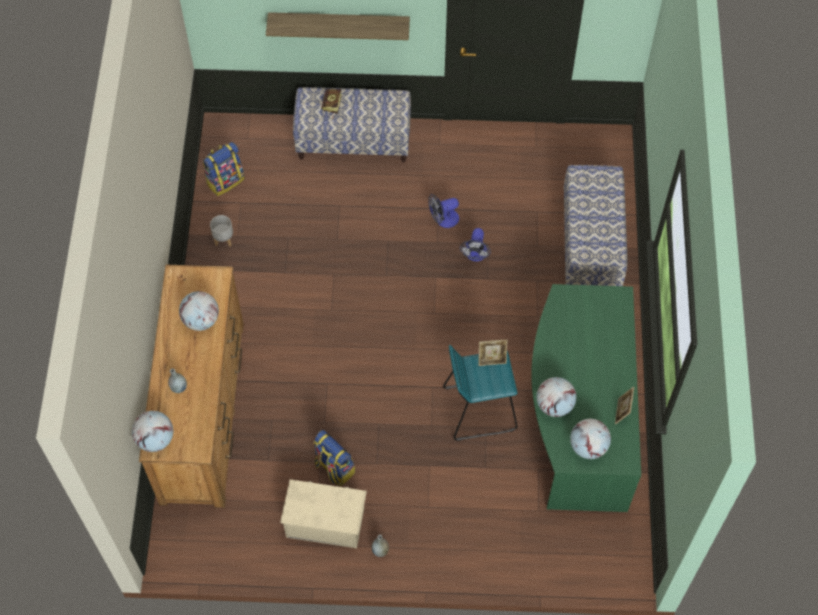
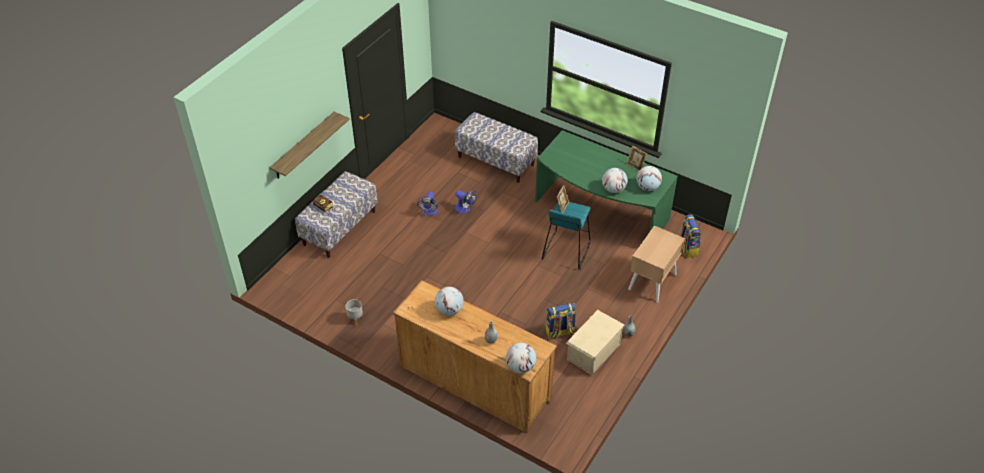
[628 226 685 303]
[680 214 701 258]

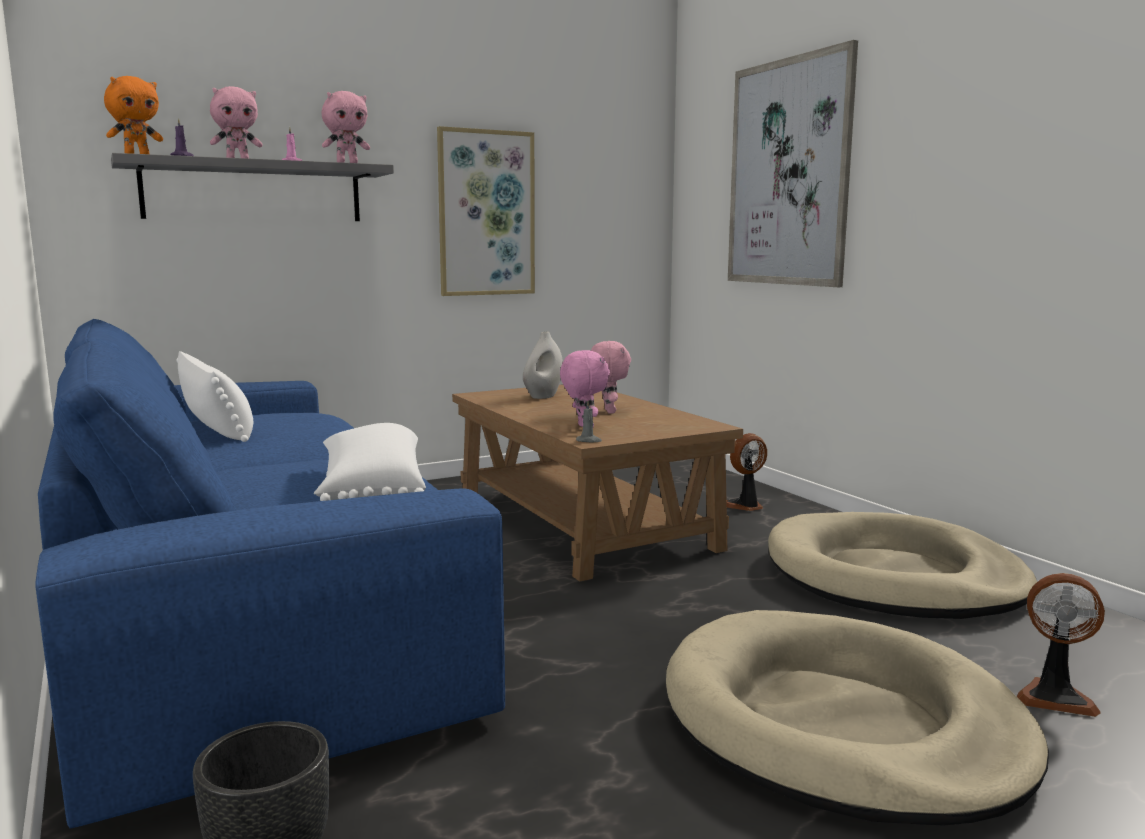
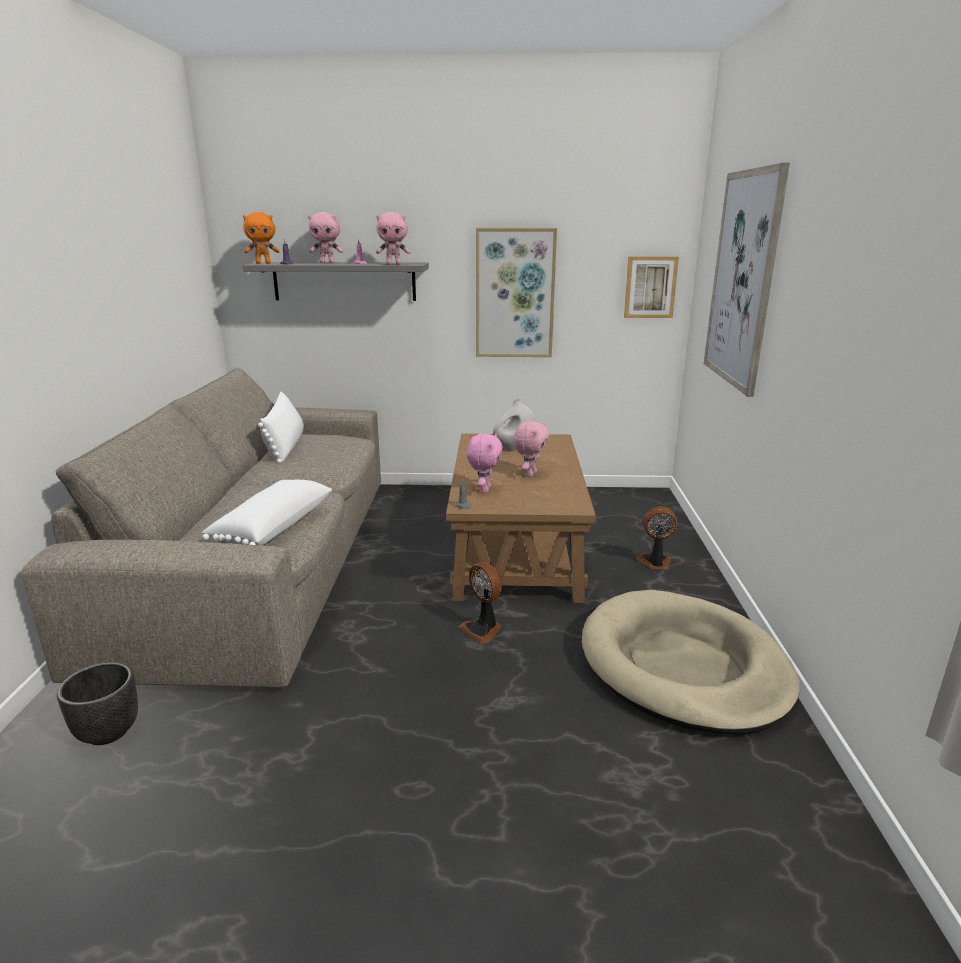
[666 610 1049 826] (first image)
[624 257 679 318]
[459 562 502 644]
[21 368 381 687]

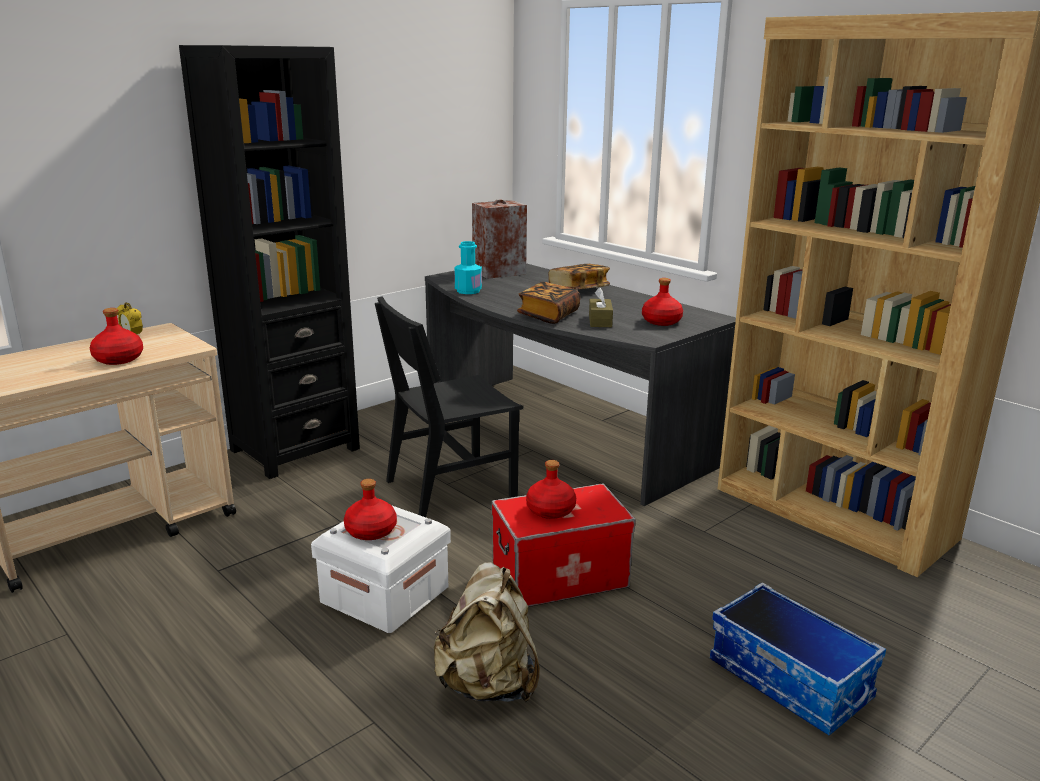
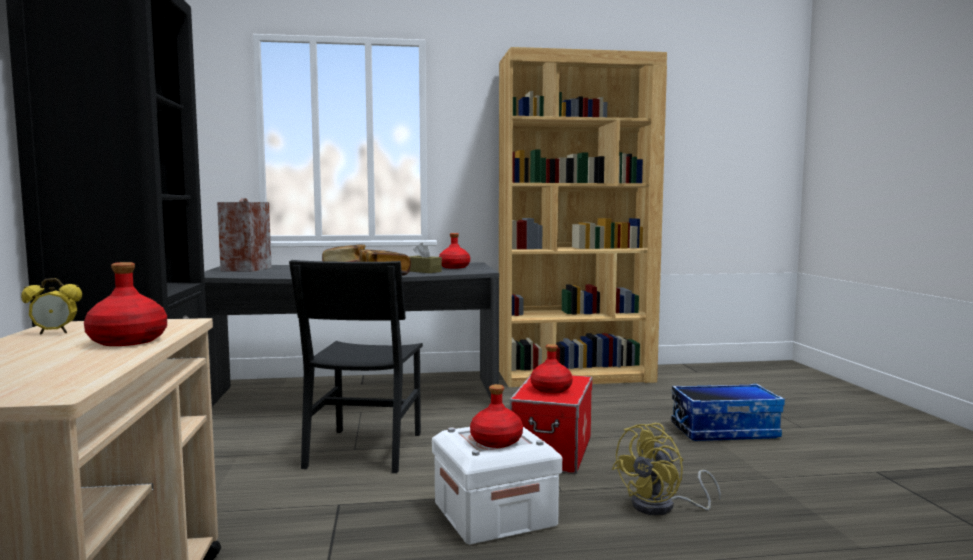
[454 241 482 294] (first image)
[612 423 721 516]

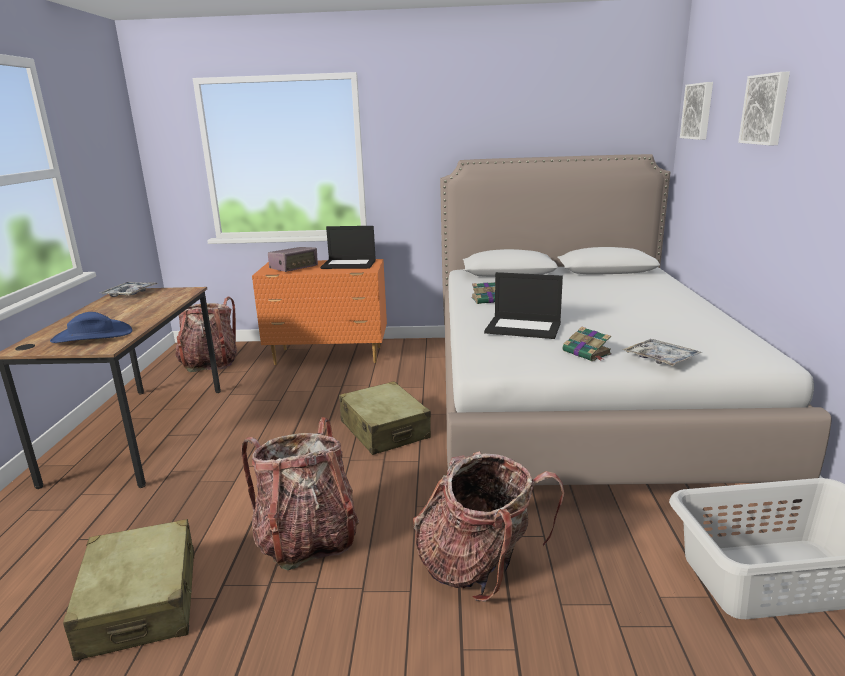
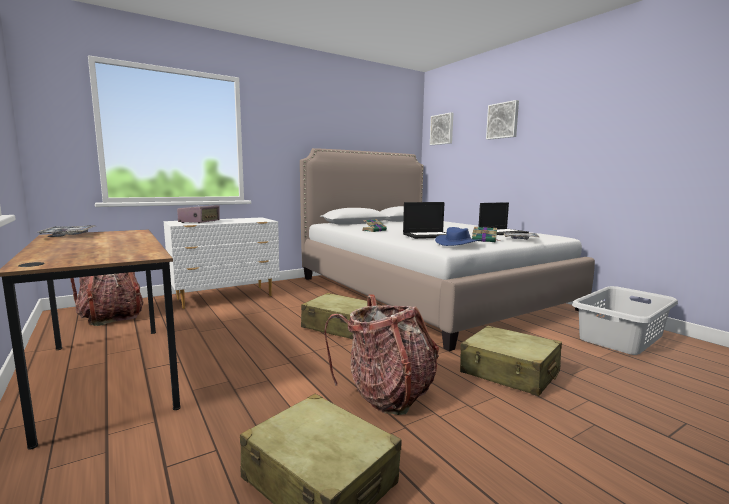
[435 227 482 246]
[479 202 529 235]
[460 326 562 396]
[164 217 280 309]

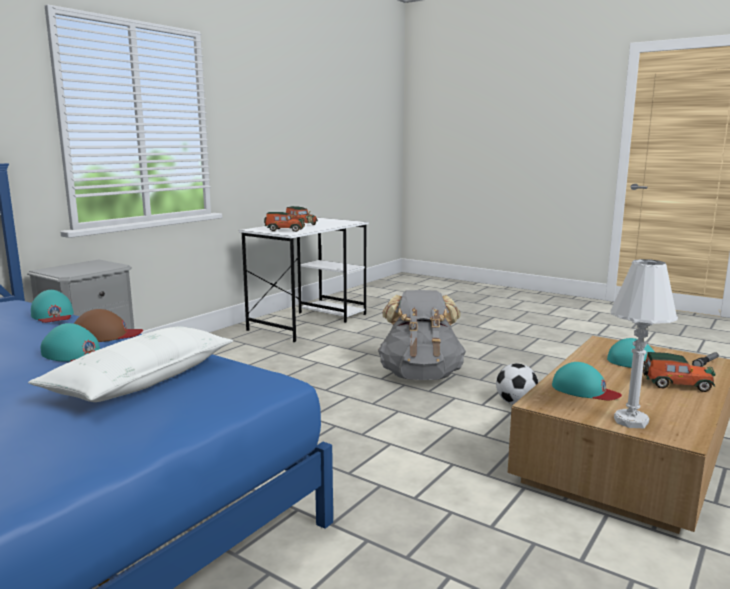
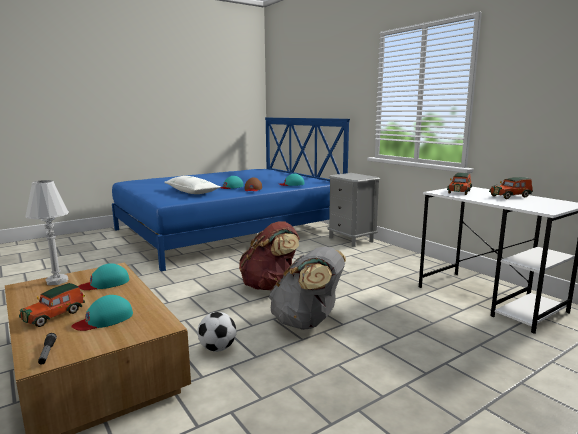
[239 221 300 290]

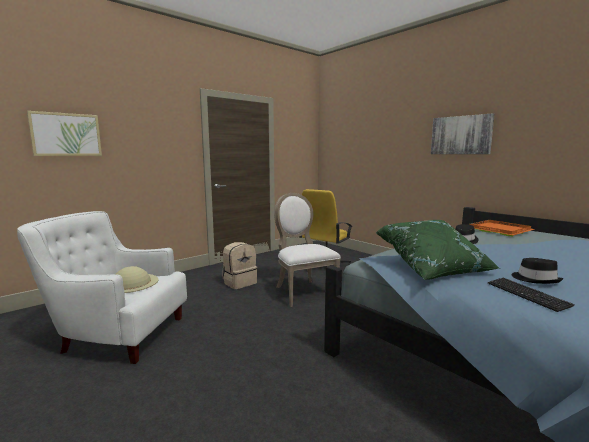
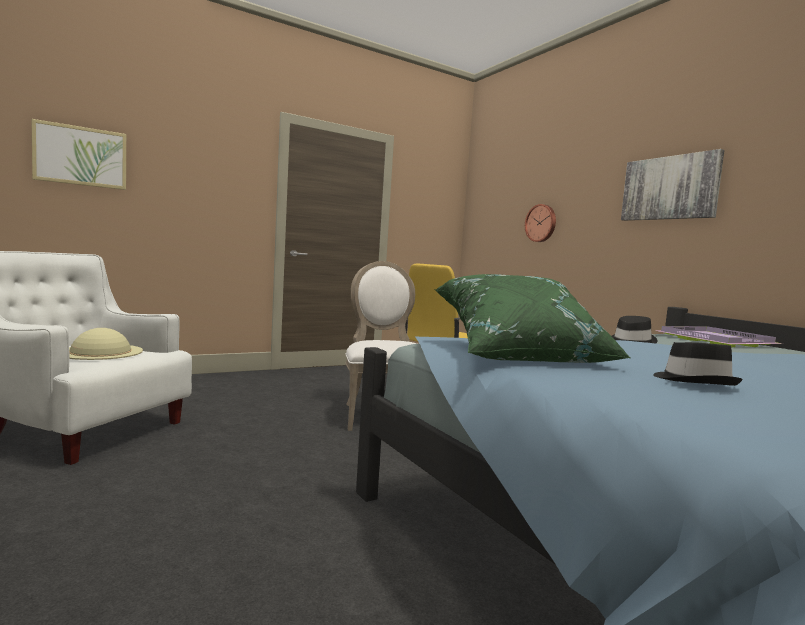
[222 242 257 289] (first image)
[488 278 574 312] (first image)
[525 204 556 242]
[654 326 783 348]

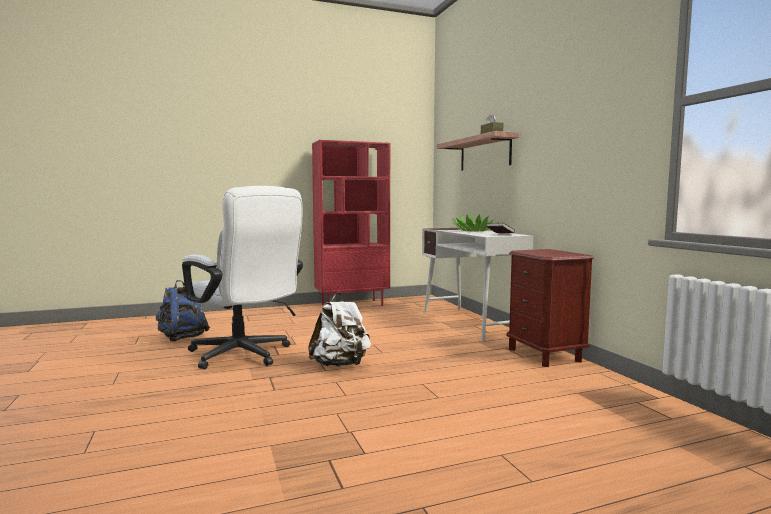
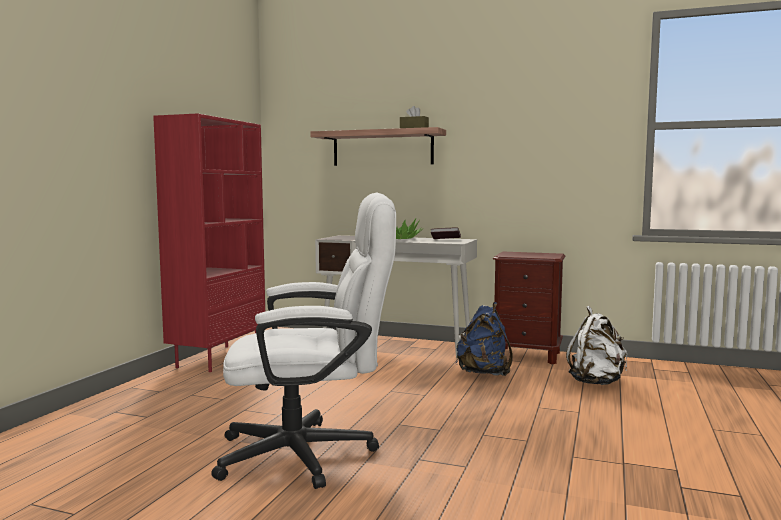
[456 302 513 376]
[566 306 627 385]

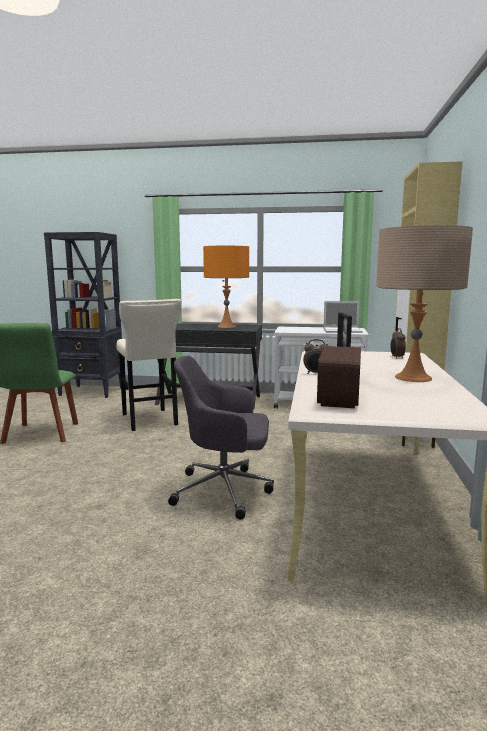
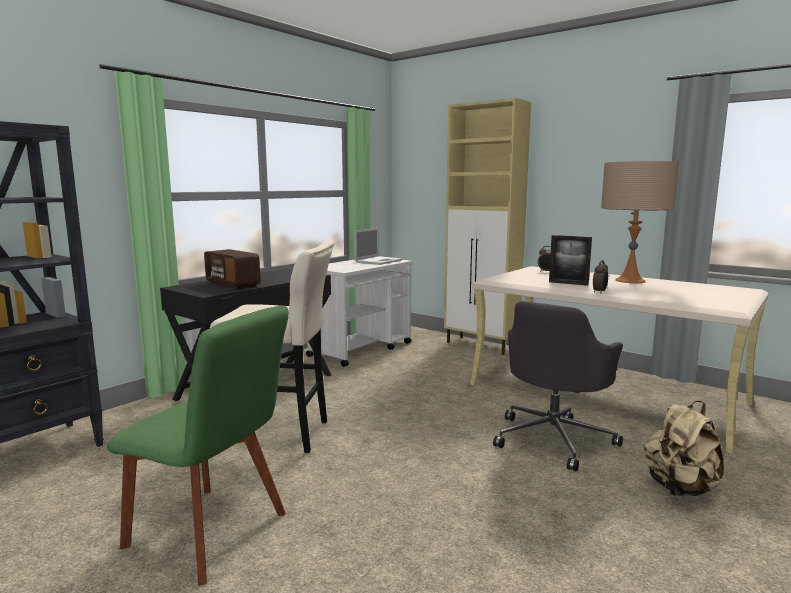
[203 246 249 328] (first image)
[644 401 724 497]
[204 249 261 289]

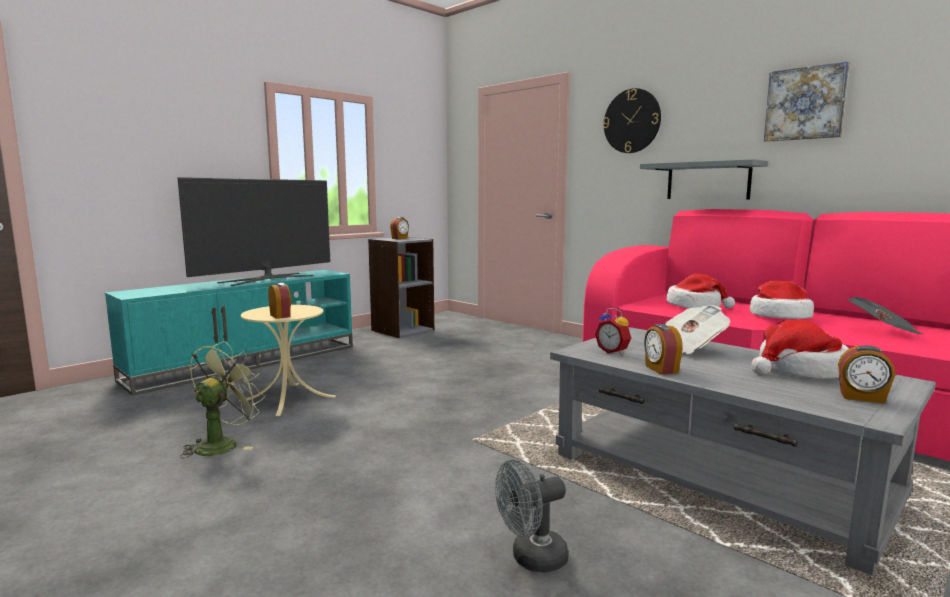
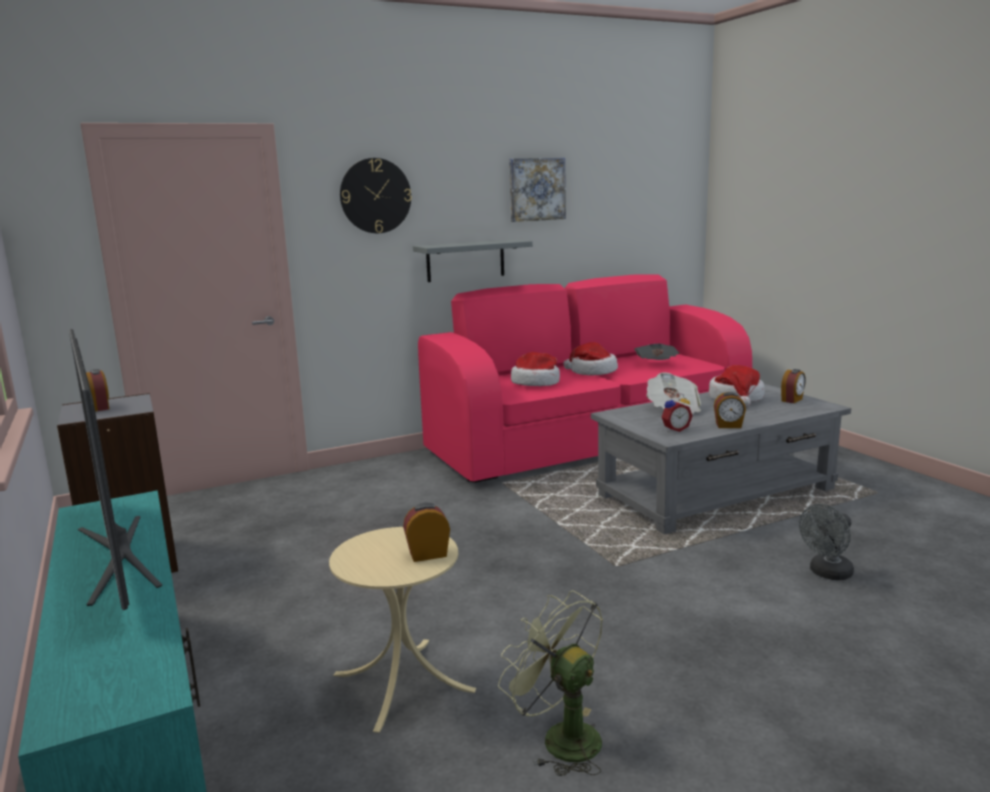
[799 504 854 580]

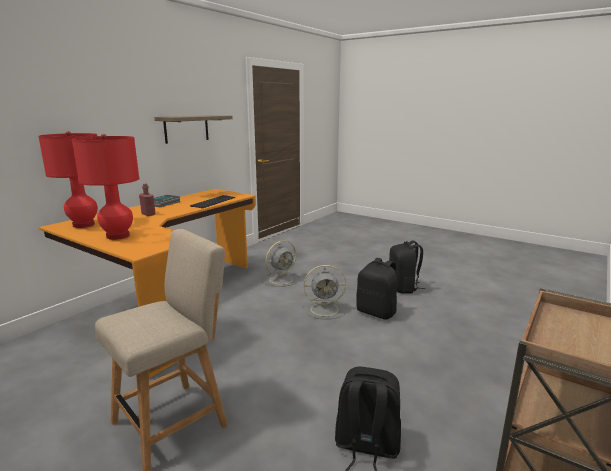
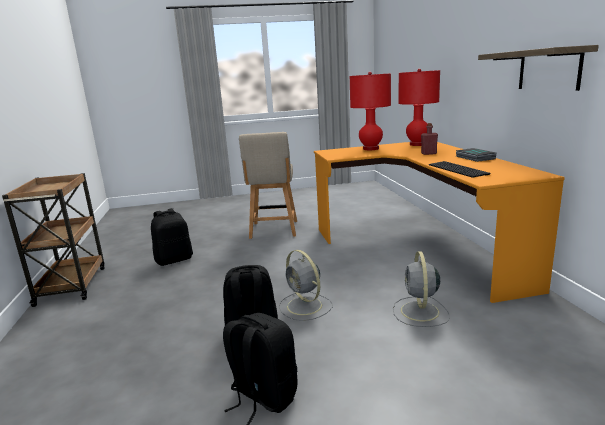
[279 250 333 321]

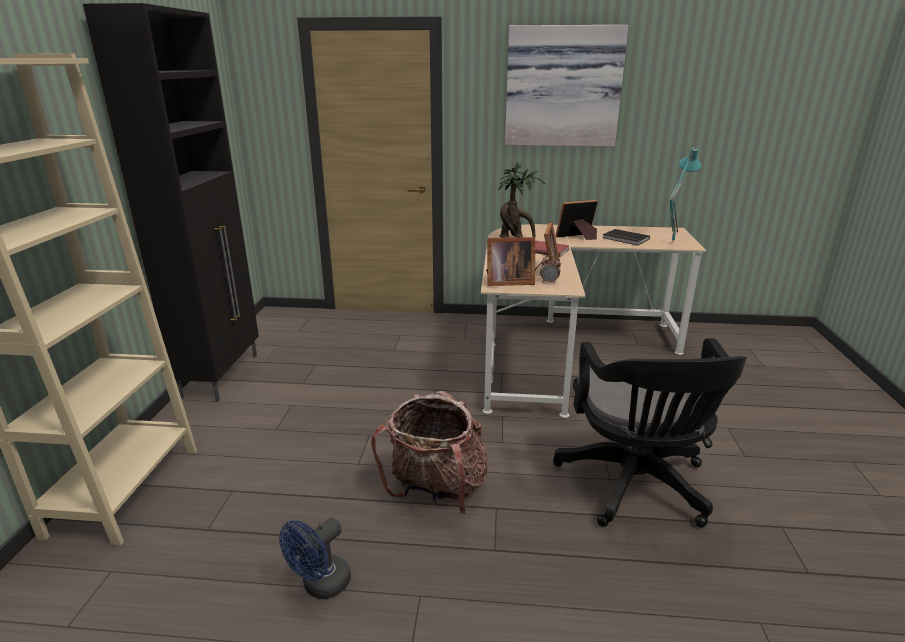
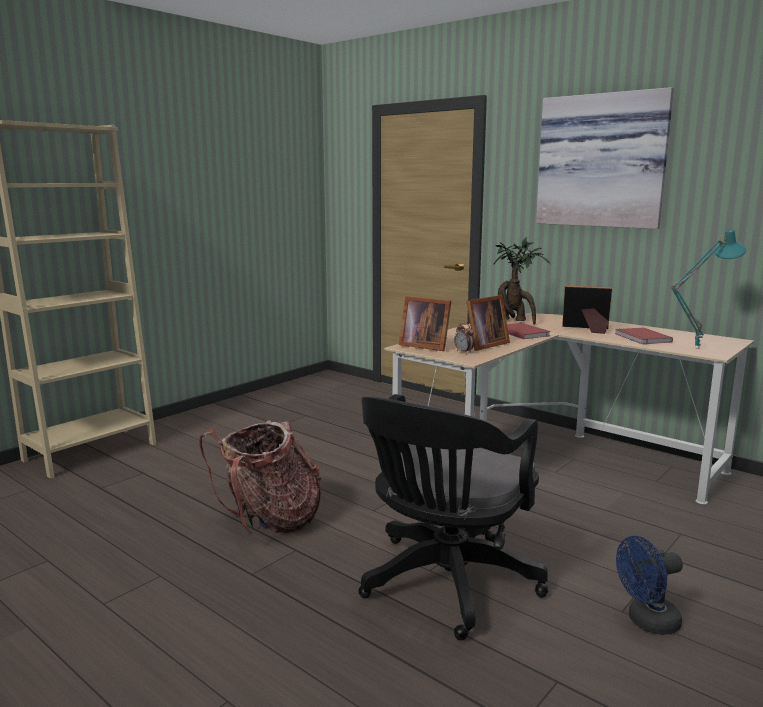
[83 3 259 401] (first image)
[616 536 683 635]
[615 327 673 344]

